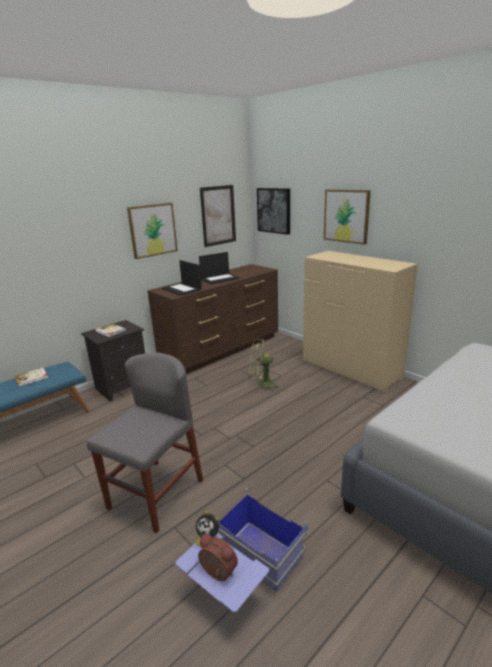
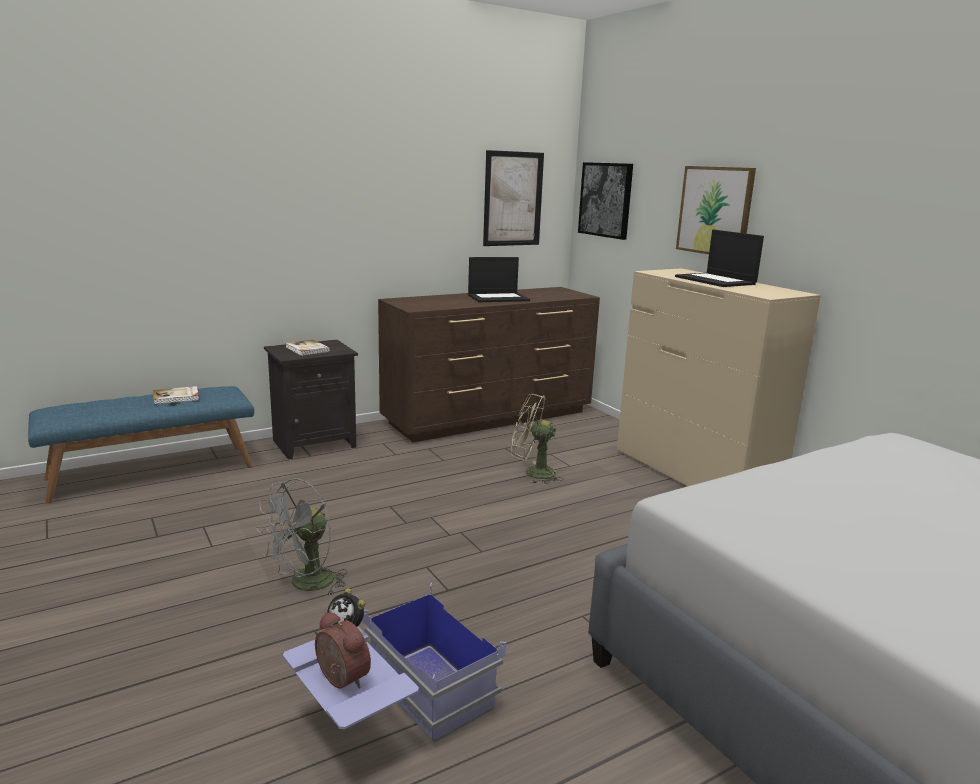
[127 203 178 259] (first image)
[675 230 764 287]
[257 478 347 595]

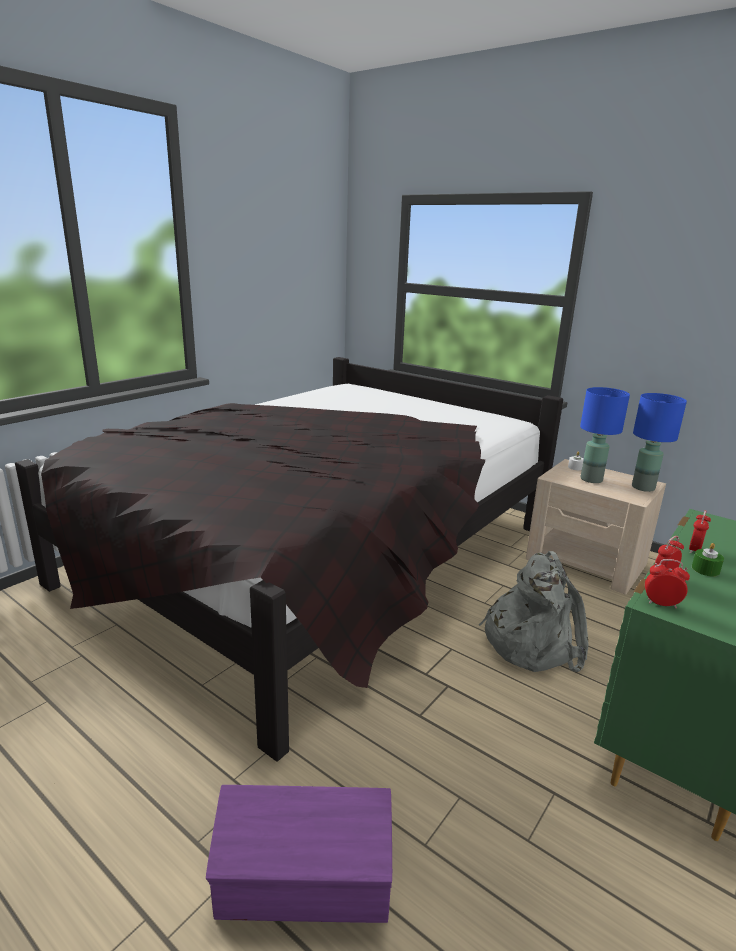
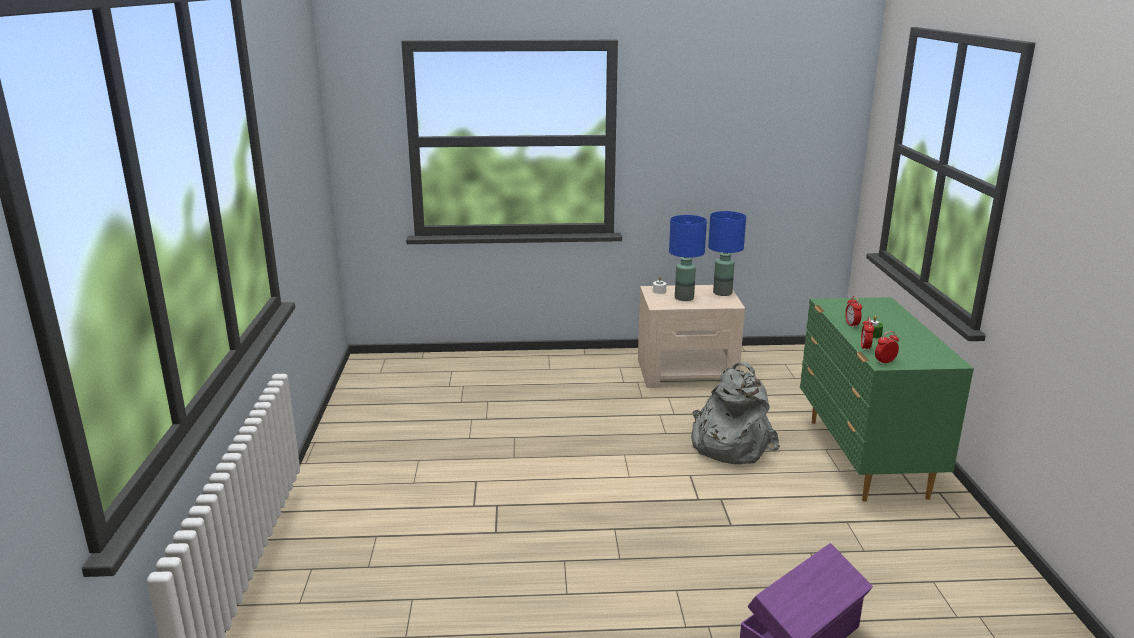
[15 357 563 762] (first image)

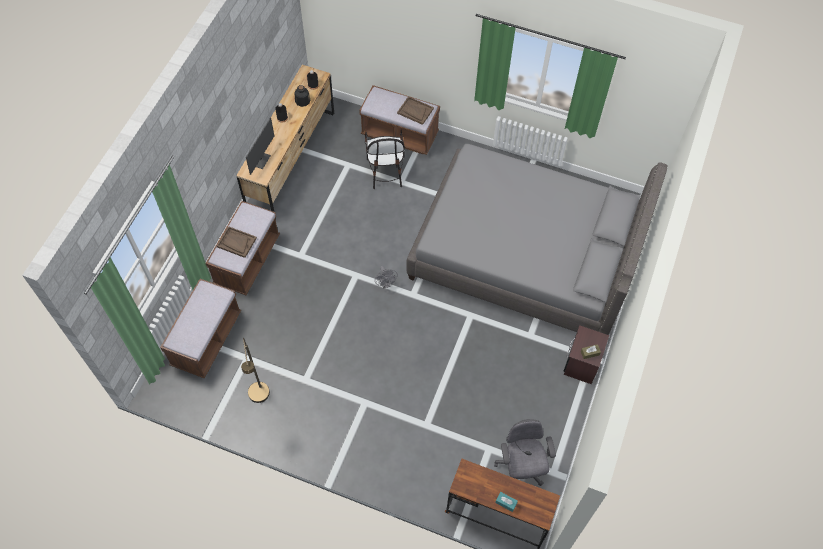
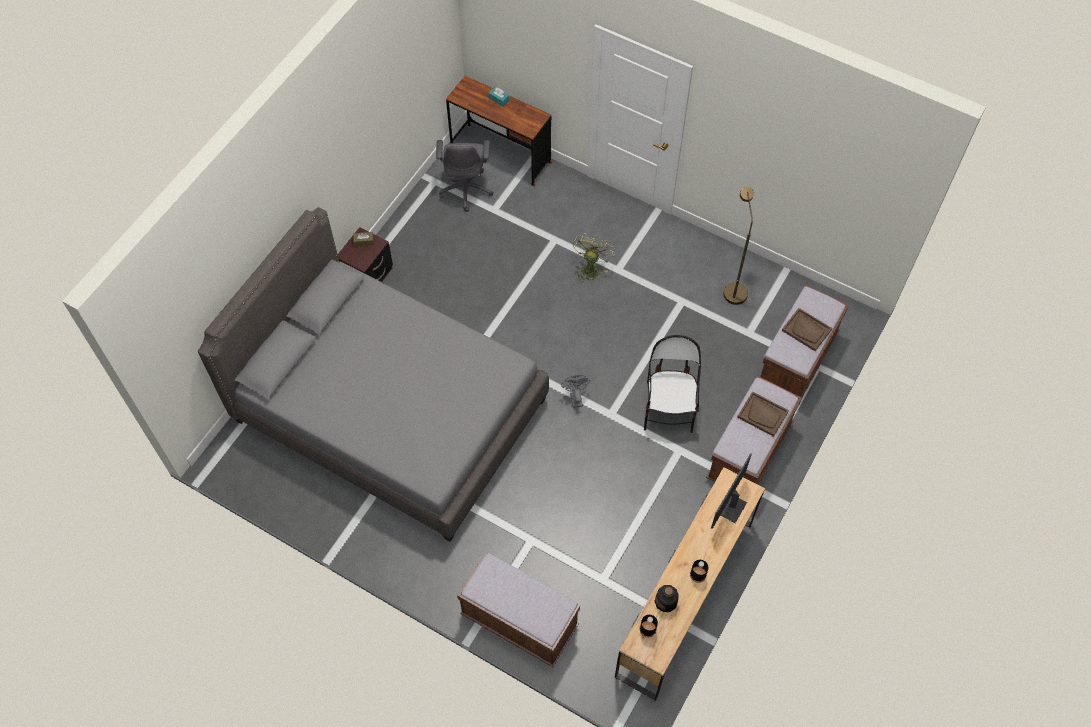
[573 233 615 283]
[644 335 701 433]
[782 308 832 351]

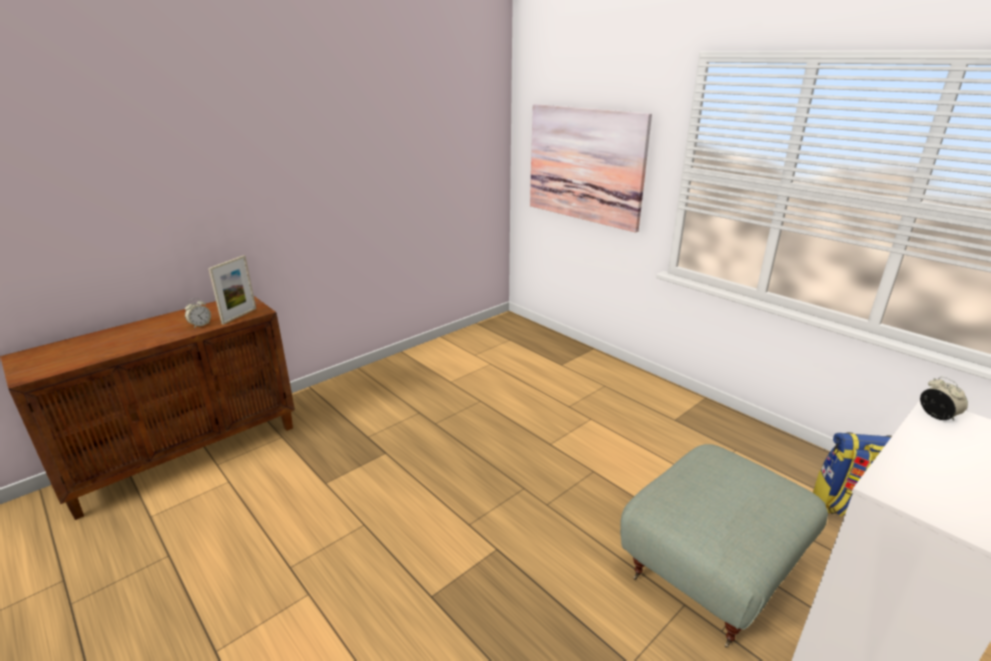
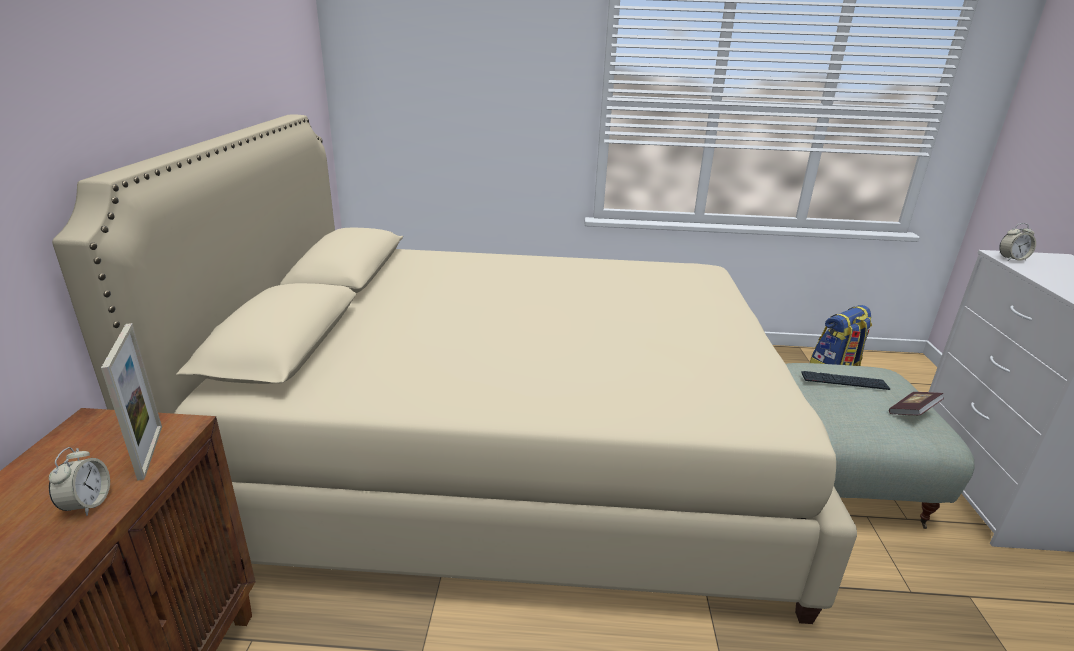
[530 104 652 233] (first image)
[52 114 857 624]
[802 371 890 390]
[889 392 944 415]
[999 223 1036 261]

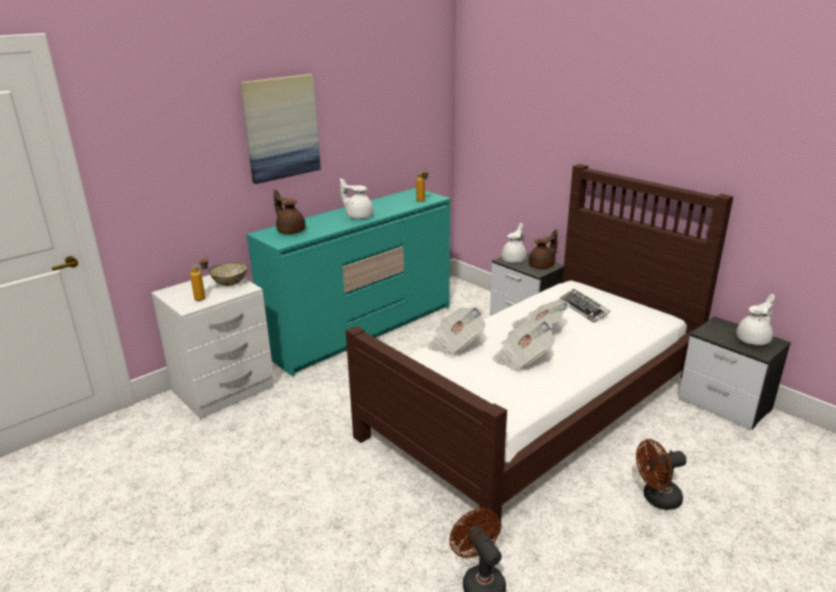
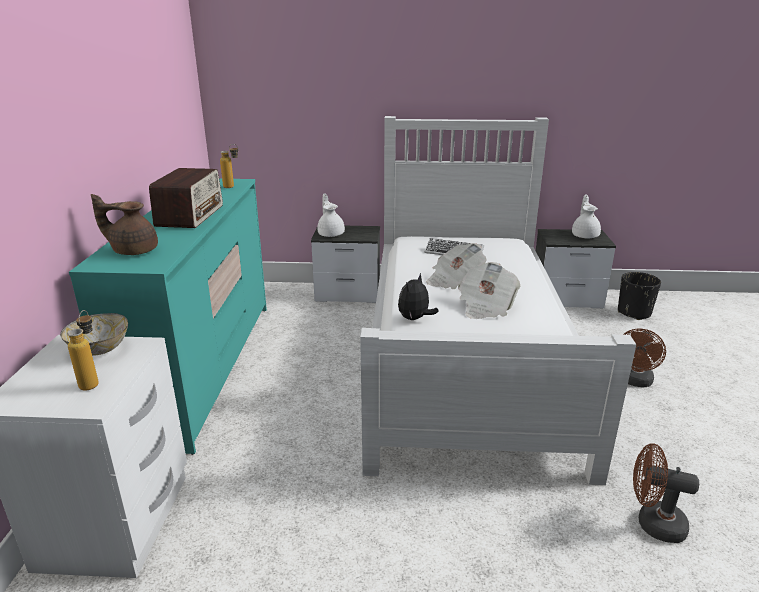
[240 74 321 184] (first image)
[529 230 558 269] (first image)
[618 272 661 320]
[149 168 223 228]
[398 273 439 320]
[360 116 636 485]

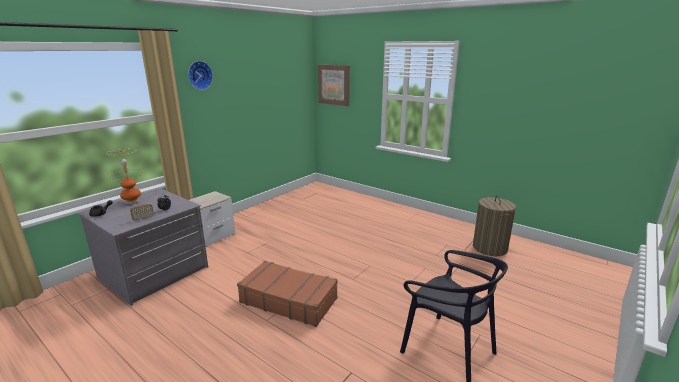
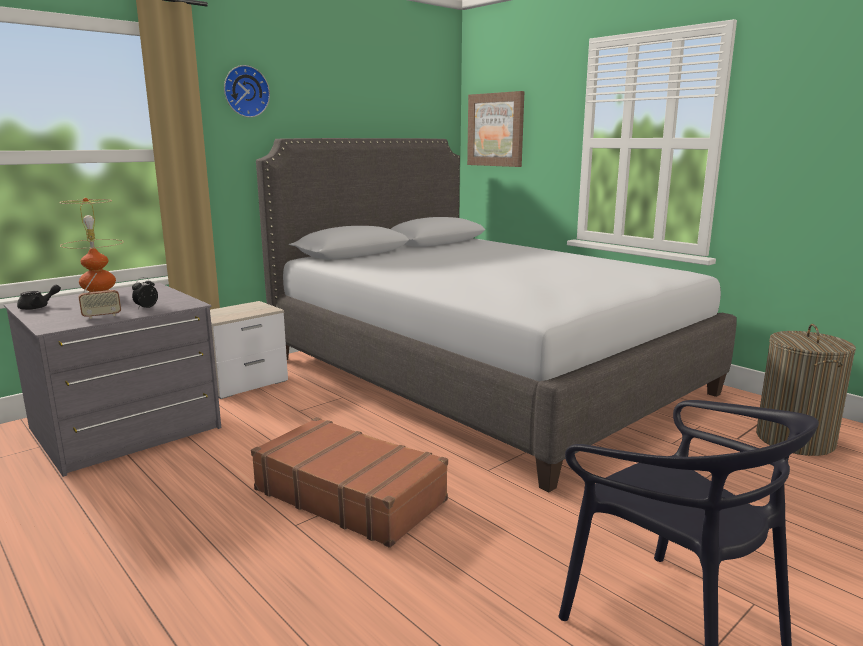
[256 138 736 492]

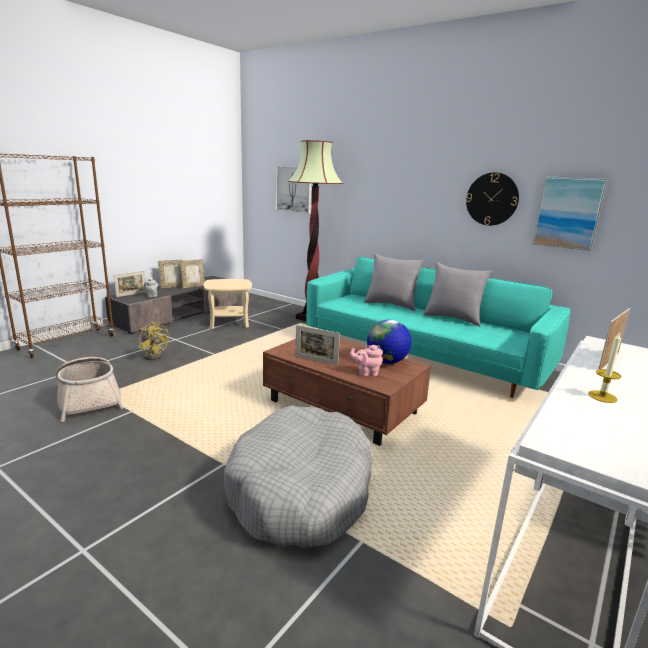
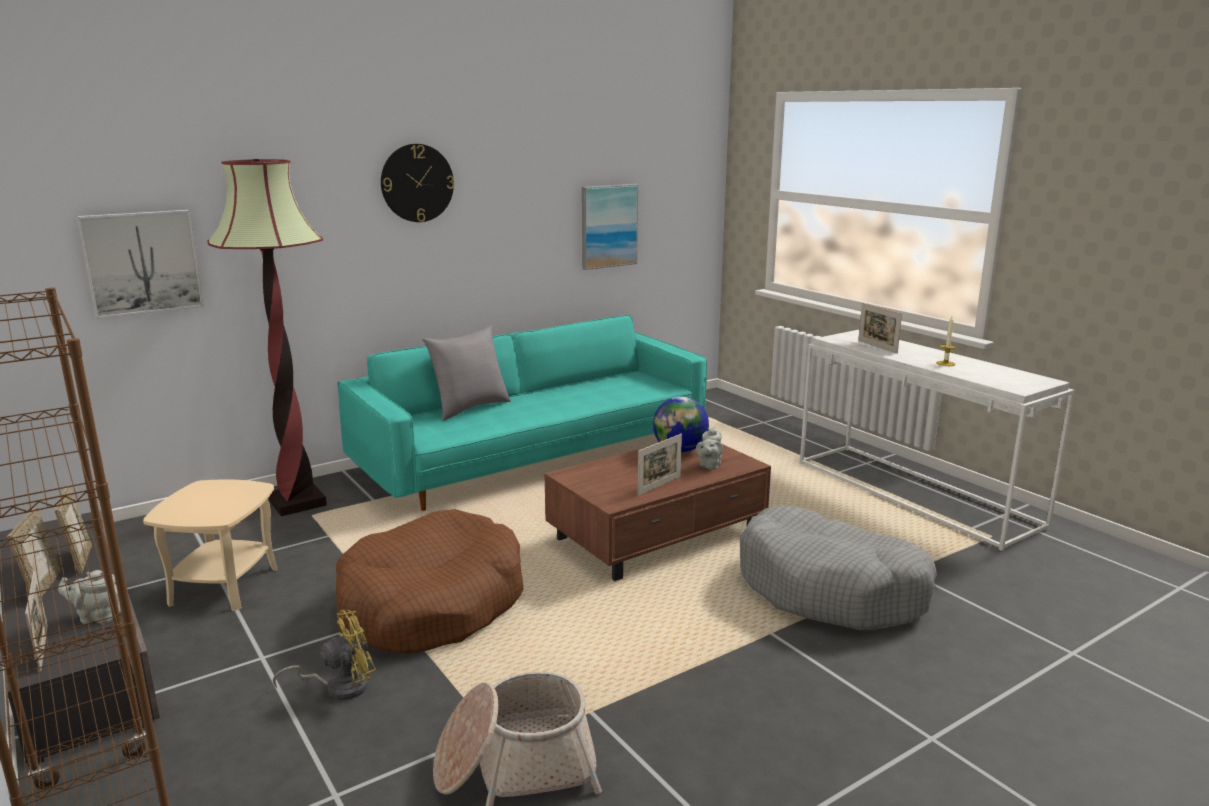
[423 262 493 326] (first image)
[336 509 523 654]
[381 144 454 222]
[696 426 723 470]

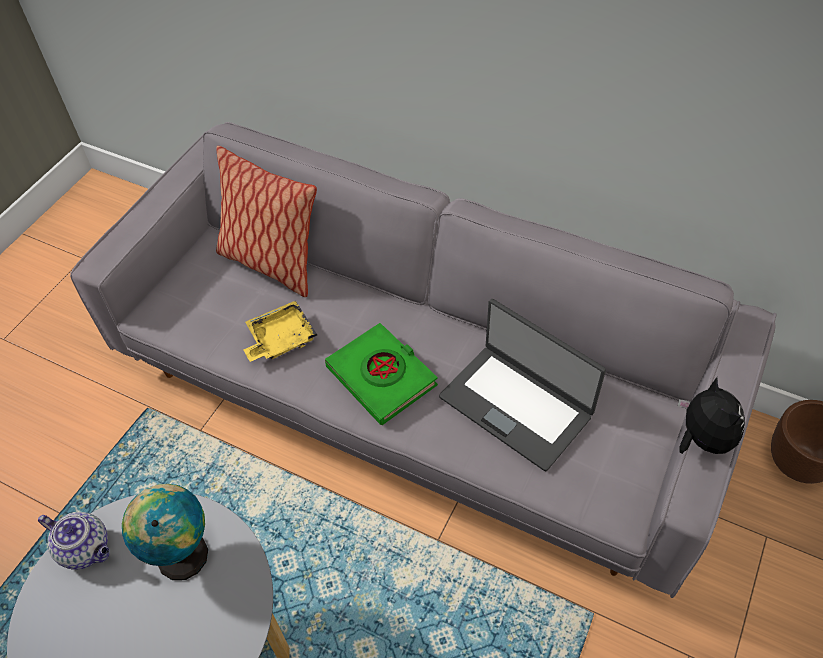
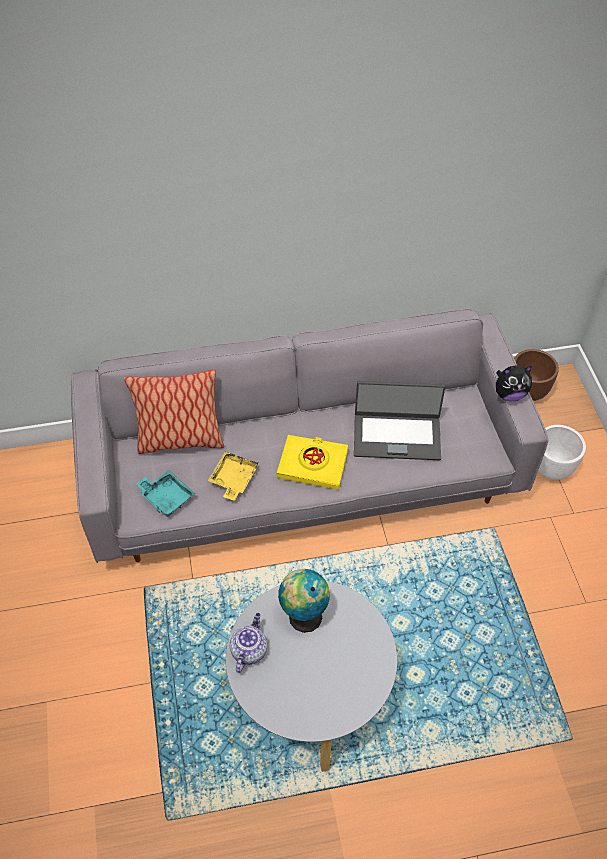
[136 470 195 517]
[538 425 586 480]
[277 435 348 489]
[230 613 267 673]
[496 365 532 401]

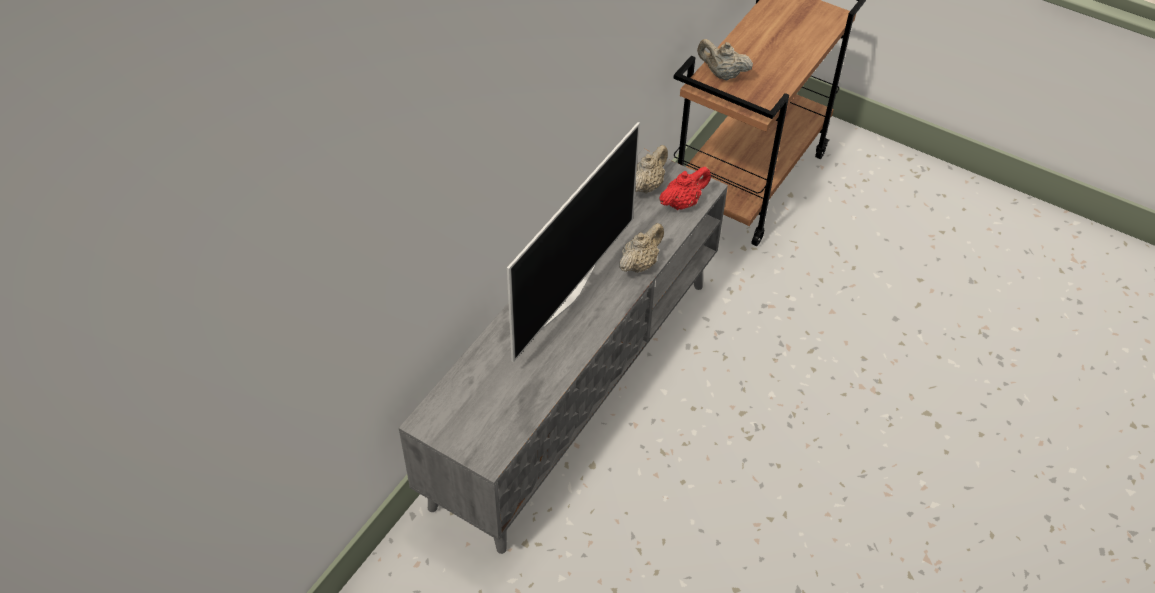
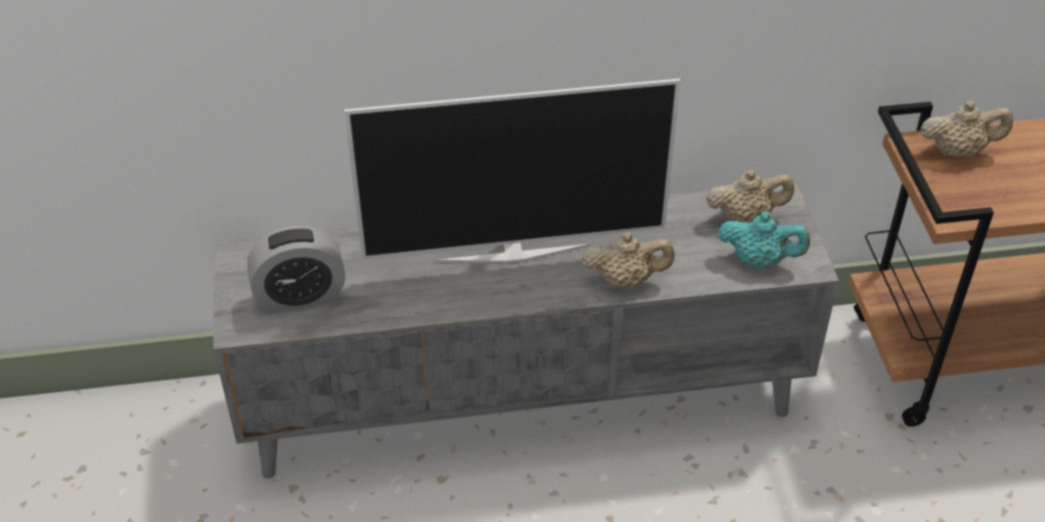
[247 226 345 312]
[719 212 810 268]
[921 100 1013 157]

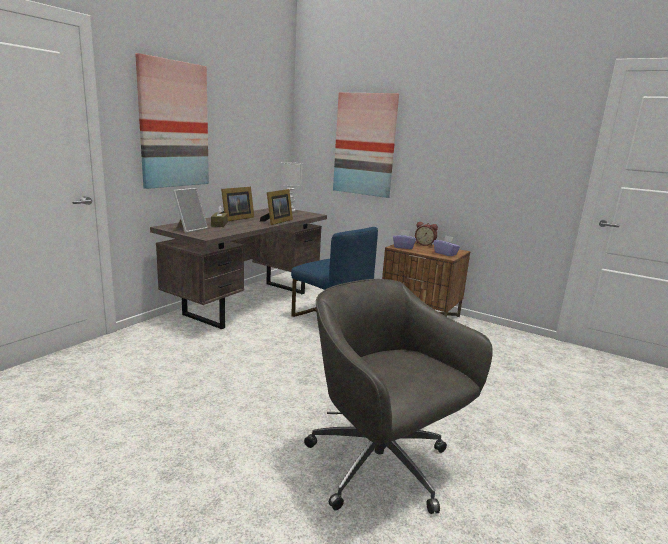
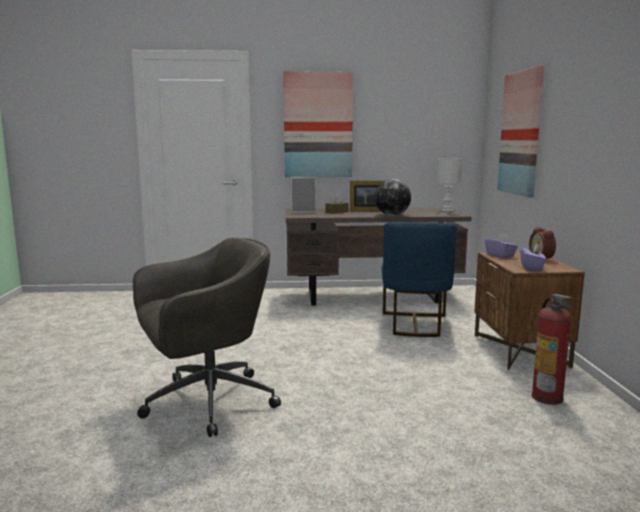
[531 294 574 405]
[375 179 411 216]
[133 238 281 437]

